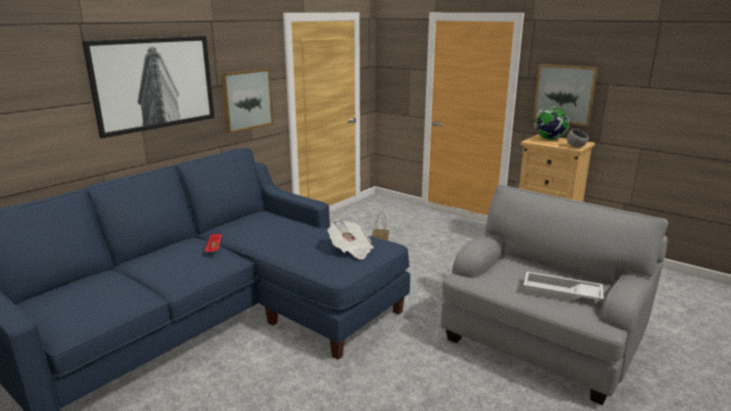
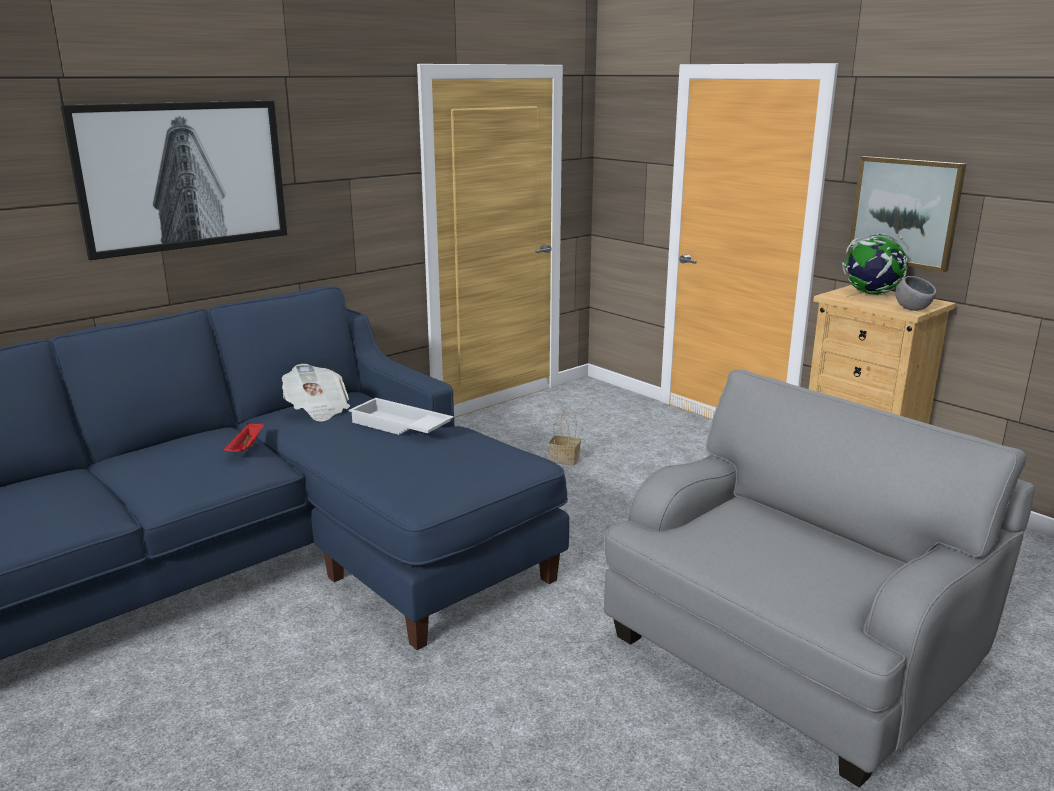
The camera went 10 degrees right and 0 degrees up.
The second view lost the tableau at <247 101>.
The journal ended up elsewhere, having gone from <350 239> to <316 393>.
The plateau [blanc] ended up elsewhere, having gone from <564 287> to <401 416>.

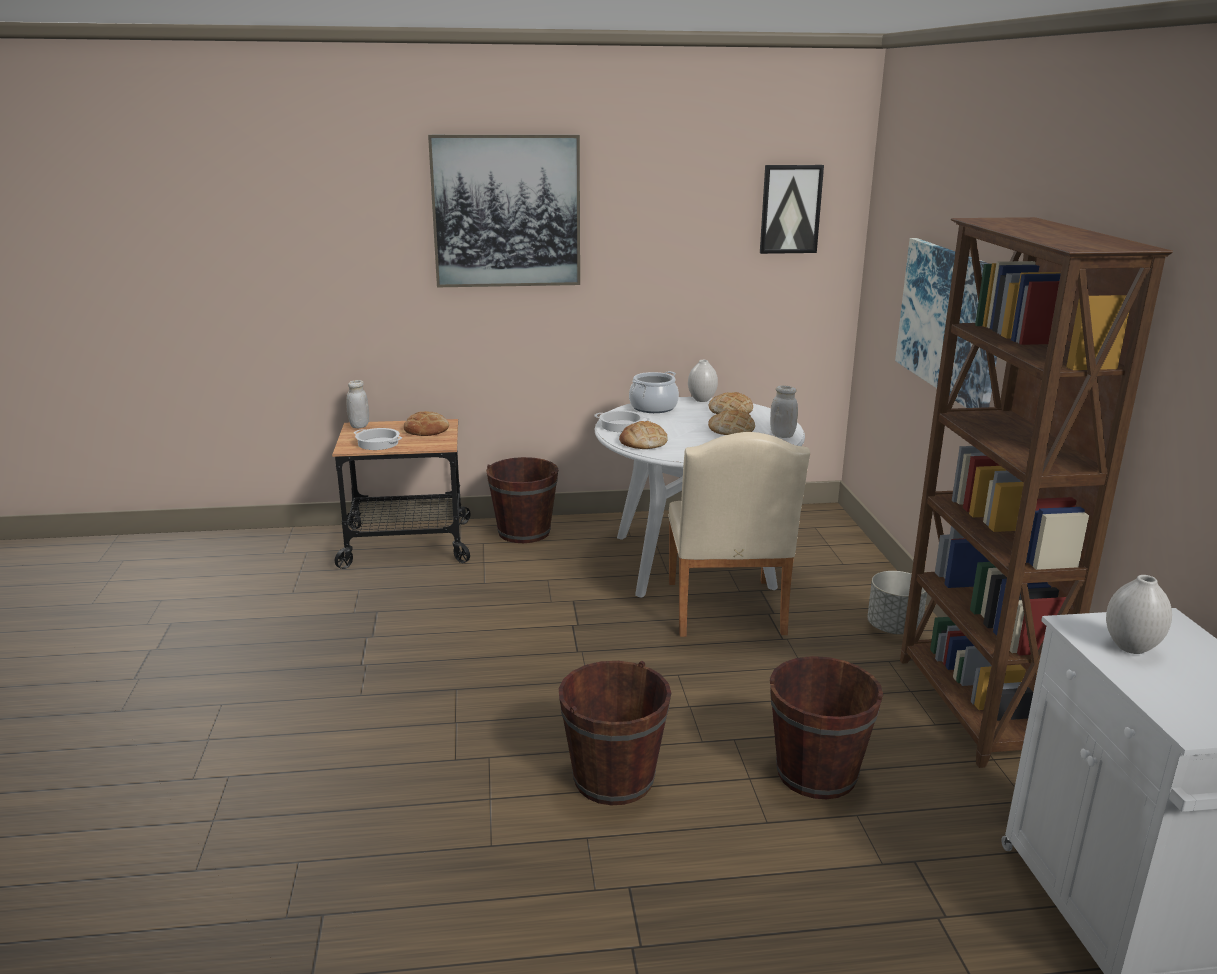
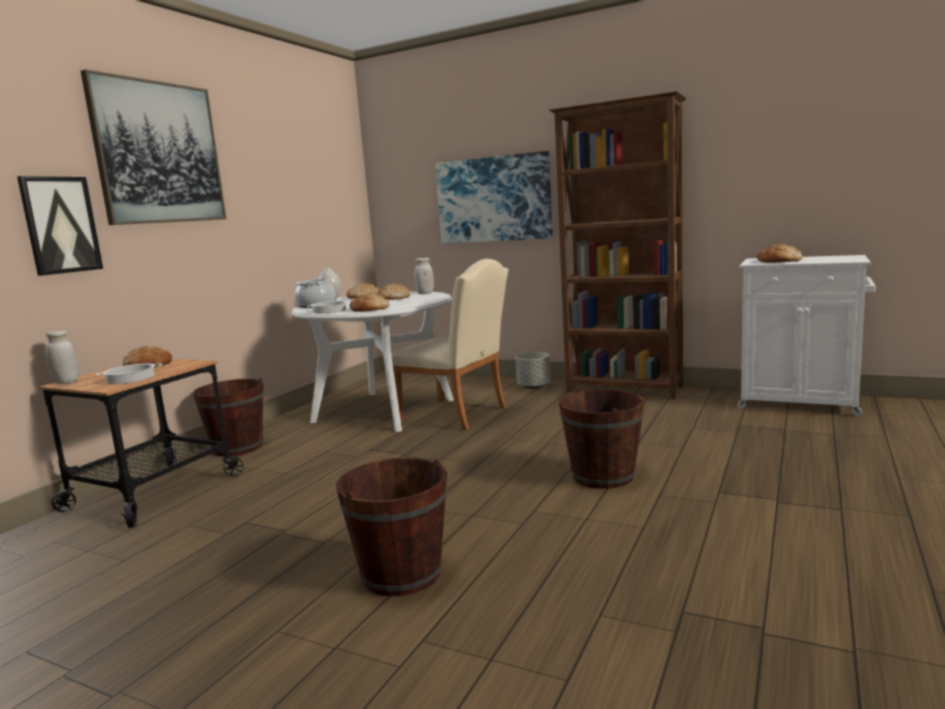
The camera went 55 degrees left and 10 degrees down.
The tableau ended up elsewhere, having gone from <792 209> to <60 226>.
The seau [marron] ended up elsewhere, having gone from <827 727> to <391 527>.
Where the vase [blanc] stood at <1139 614>, the pain came to stand at <780 253>.

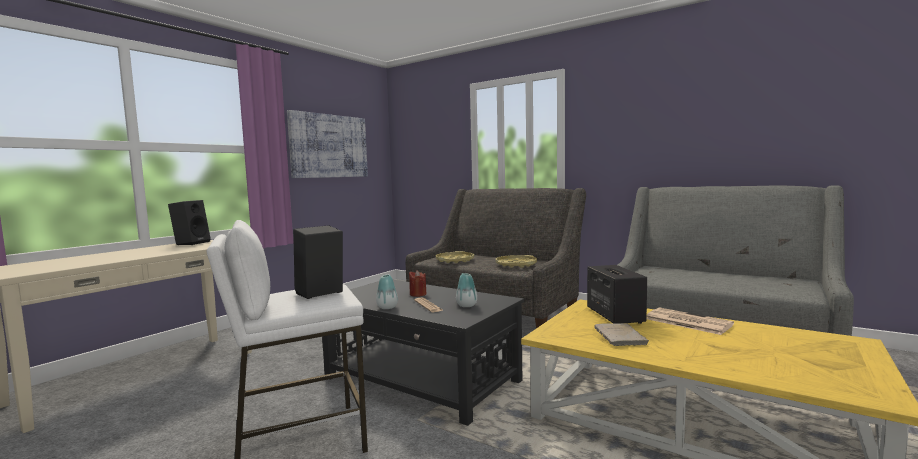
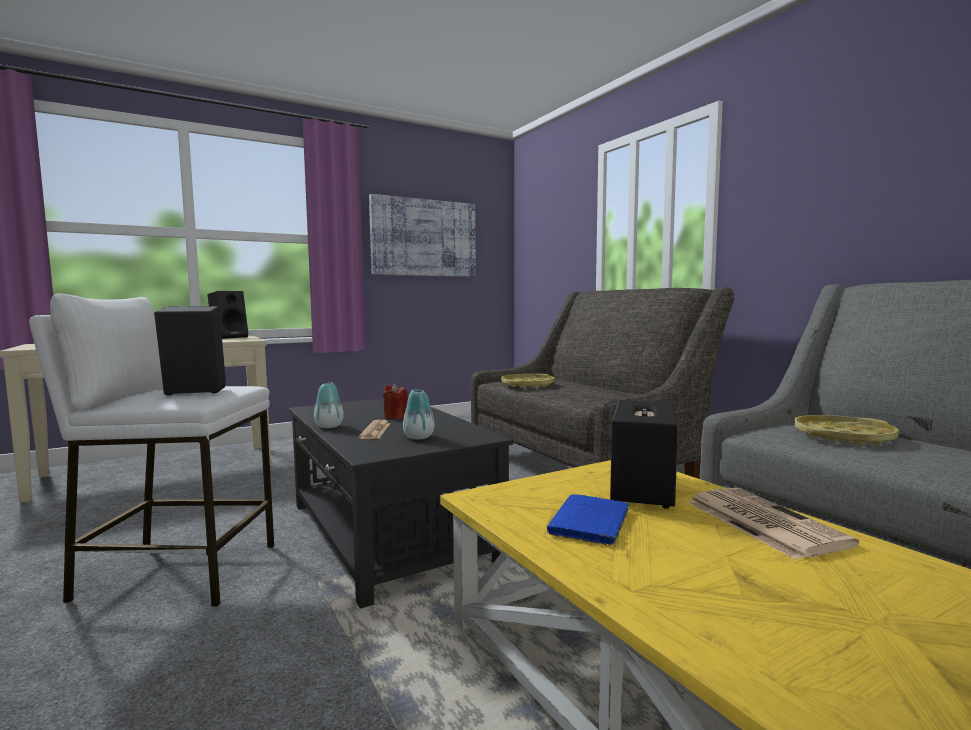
The camera went 25 degrees right and 0 degrees up.
The plateau [jaune] ended up elsewhere, having gone from <516 261> to <846 430>.
What was the livre [beige] at <621 334> turned into the livre [bleu] at <588 520>.

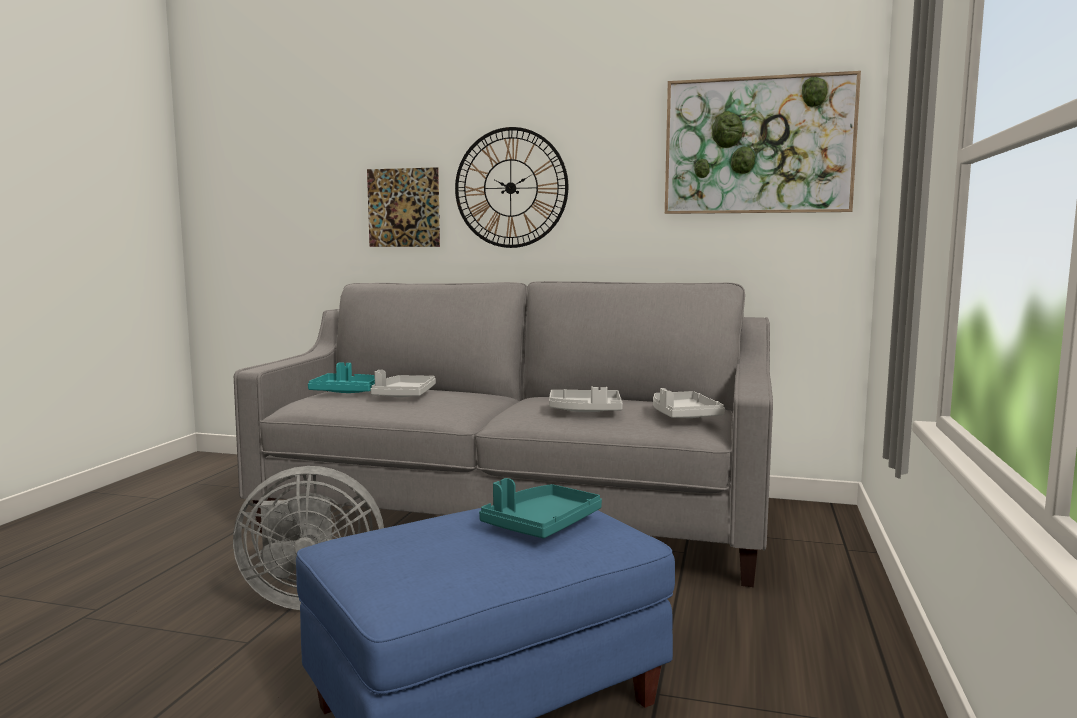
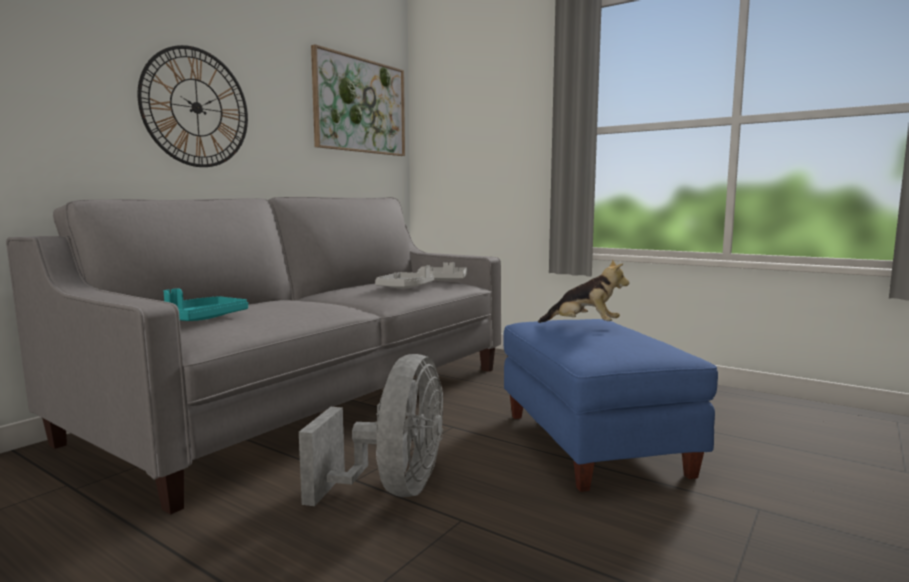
The camera went 70 degrees left and 0 degrees up.
The second view lost the tableau at <403 207>.
The second view lost the plateau [gris] at <403 383>.
Where the plateau [turquoise] stood at <540 508>, the peluche came to stand at <583 291>.

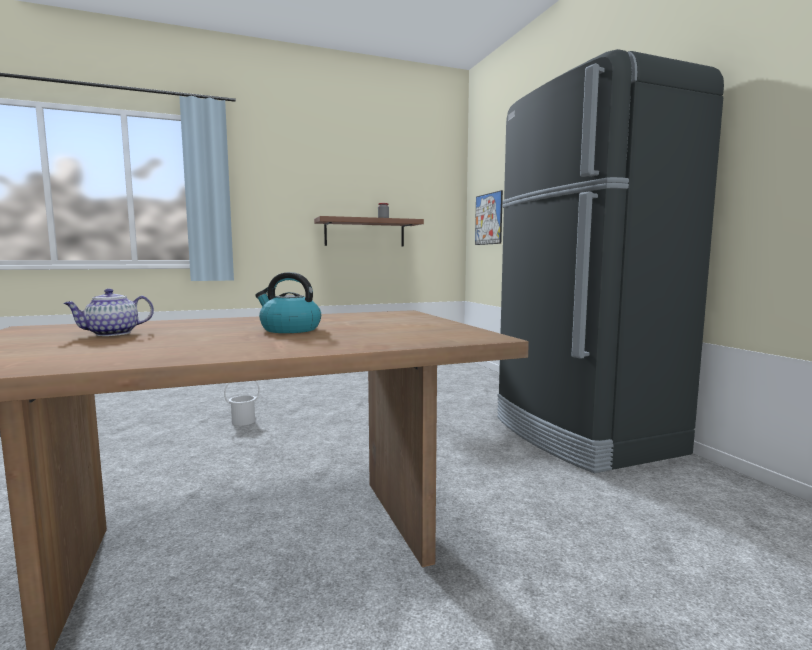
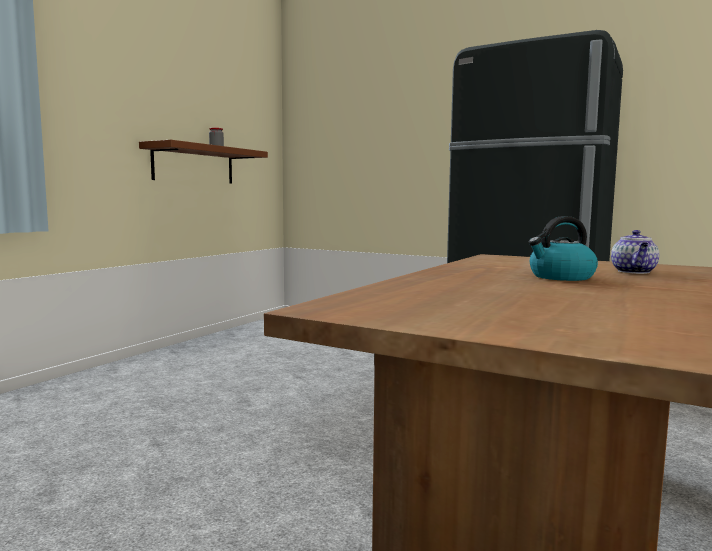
The camera went 40 degrees left and 0 degrees up.
The second view lost the seau [blanc] at <242 403>.
The second view lost the tableau at <489 217>.
The théière ended up elsewhere, having gone from <108 312> to <635 252>.

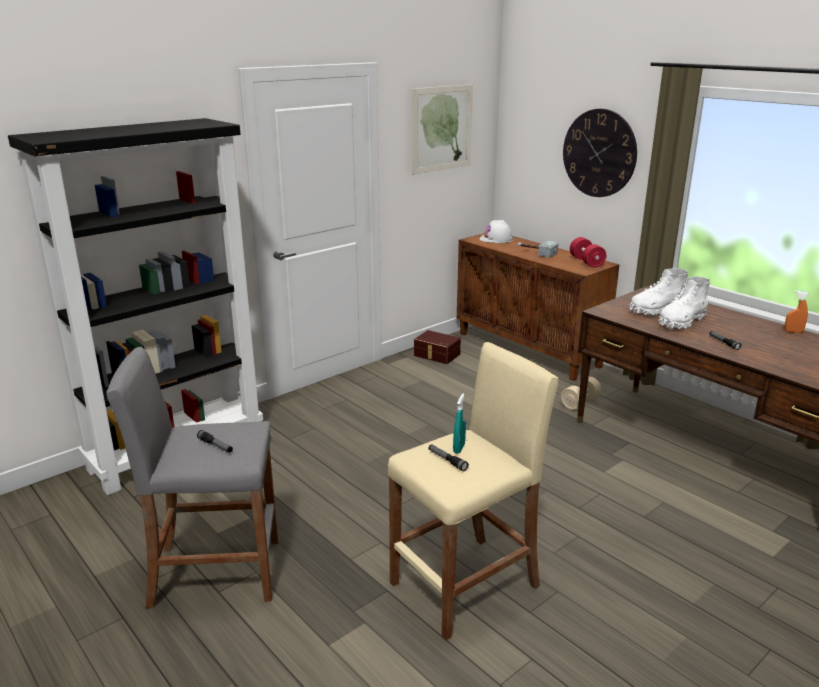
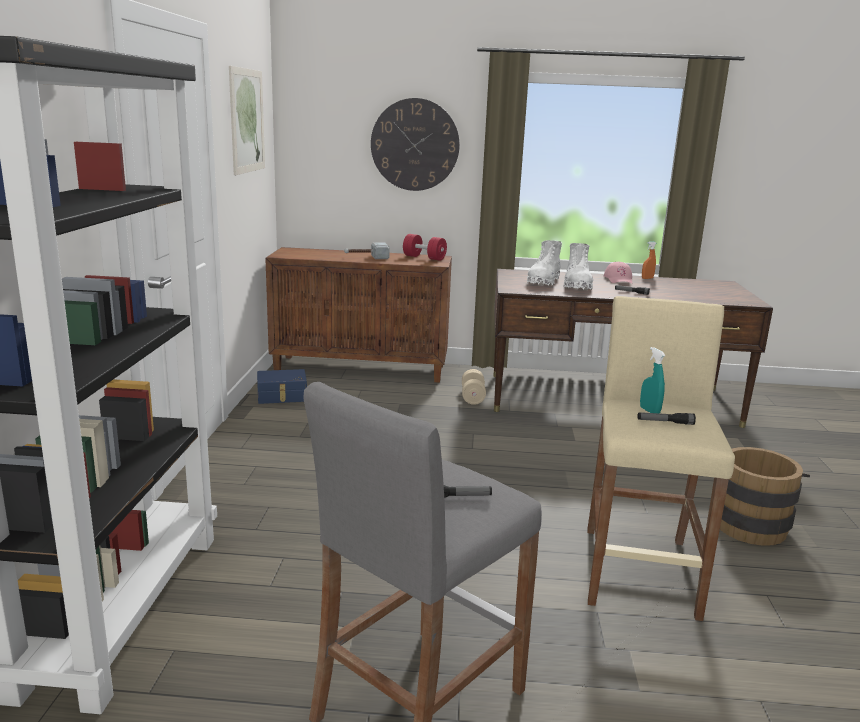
The camera went 45 degrees left and 5 degrees down.
The second view lost the casque de chantier [blanc] at <497 231>.
The second view gained the casquette [rose] at <618 273>.
The second view gained the seau [marron] at <765 496>.
What was the boîte de rangement [marron] at <437 347> turned into the boîte de rangement [bleu] at <282 386>.

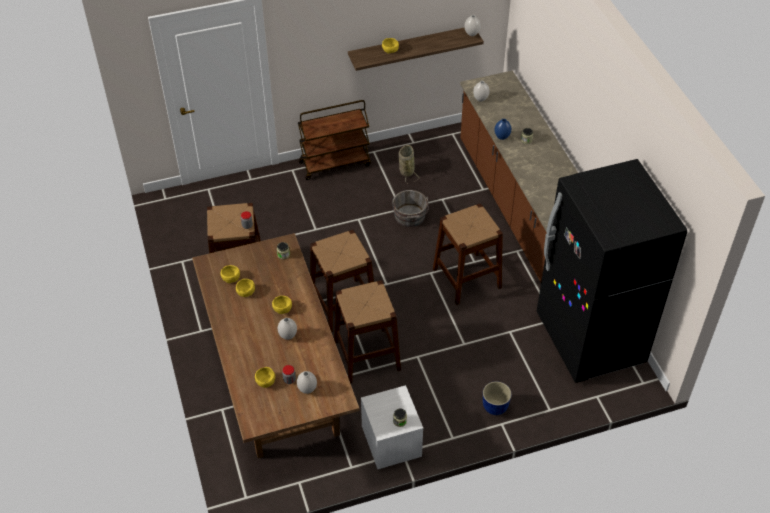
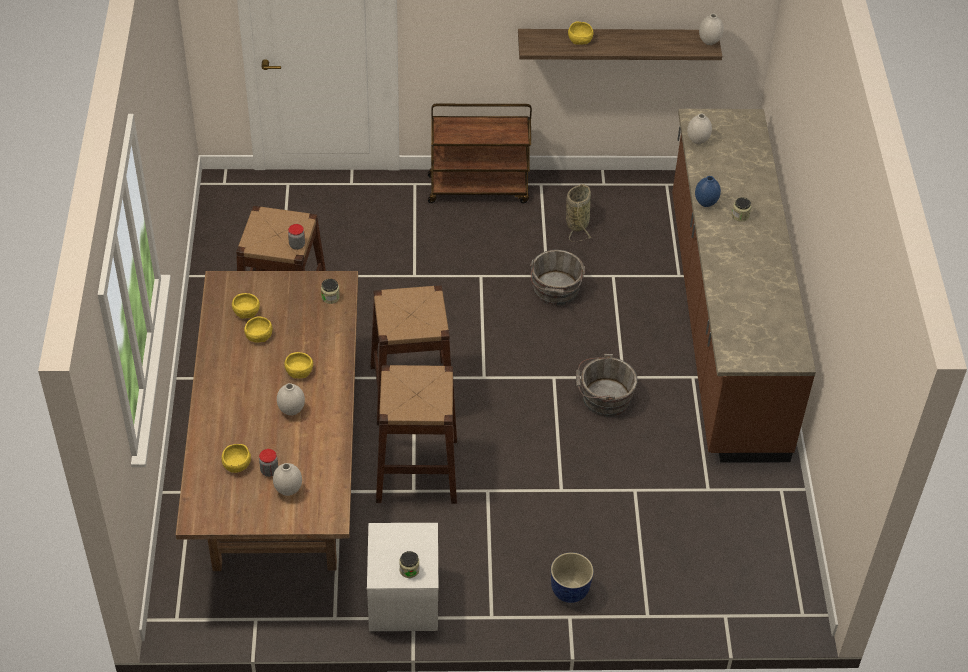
The camera went 15 degrees right and 0 degrees up.
The second view lost the réfrigérateur [noir] at <612 271>.
Where the tabouret [marron] stood at <468 254>, the seau [gris] came to stand at <607 385>.

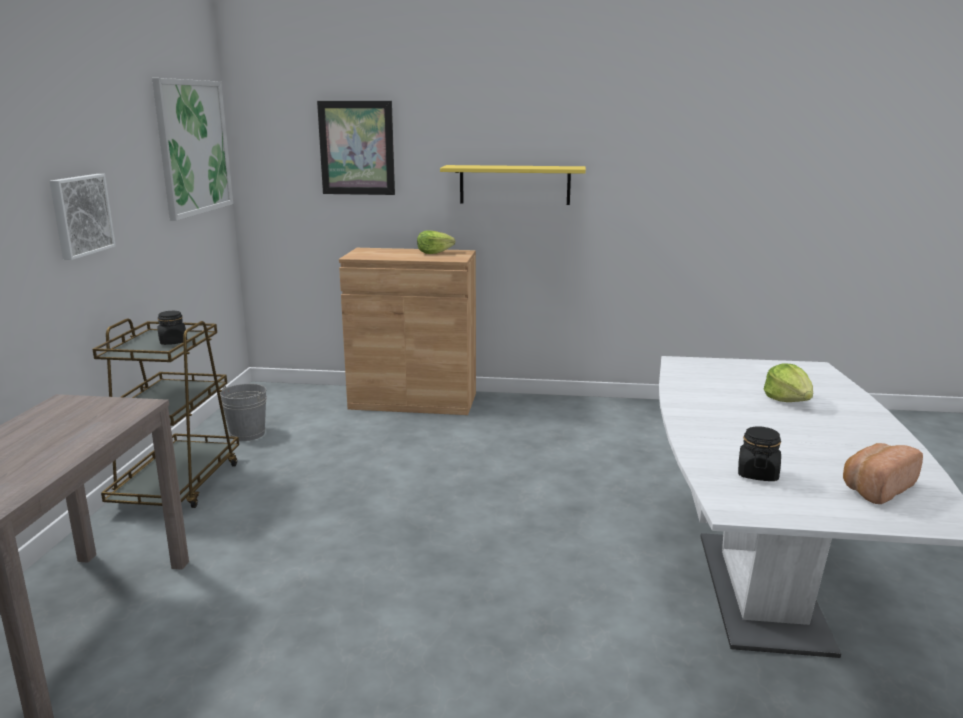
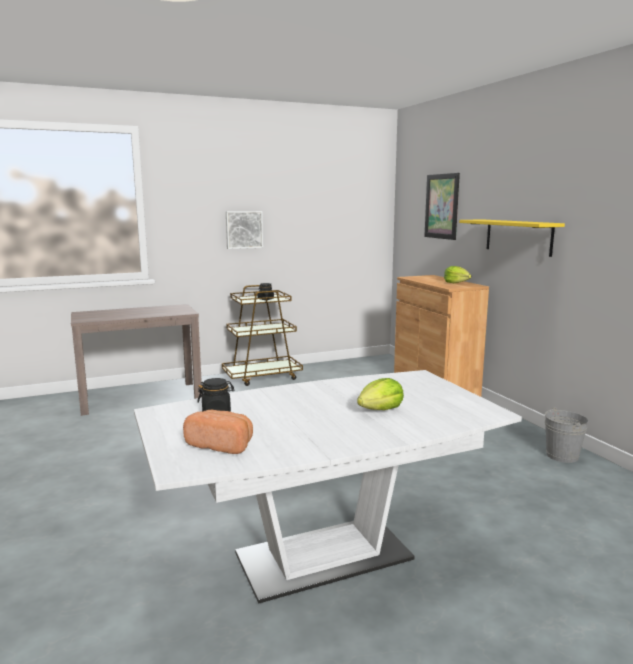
The camera went 60 degrees right and 5 degrees down.
The second view lost the tableau at <192 149>.
The seau [gris] ended up elsewhere, having gone from <243 412> to <567 435>.

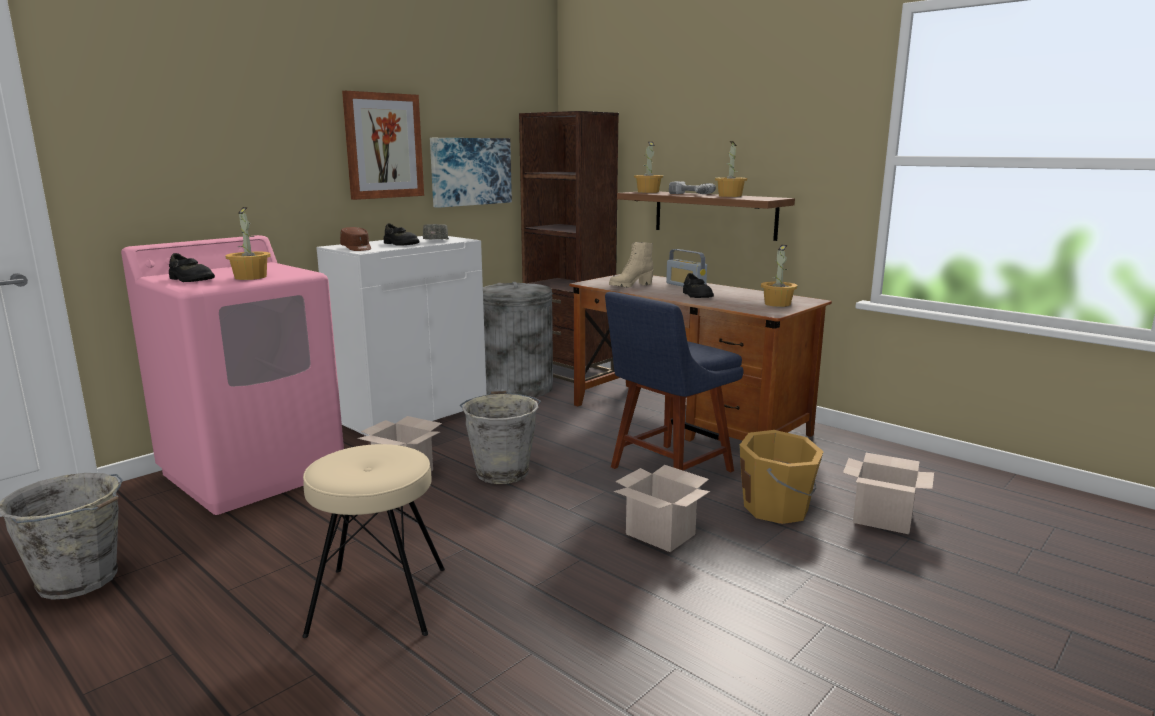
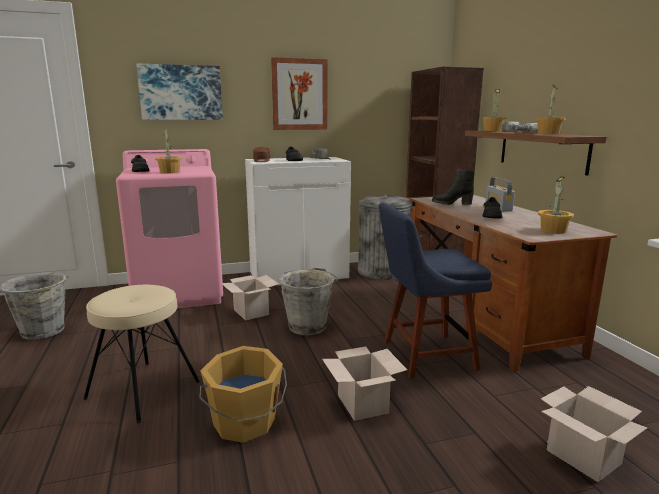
The camera went 30 degrees right and 0 degrees up.
The tableau ended up elsewhere, having gone from <471 173> to <179 91>.
The seau [orange] ended up elsewhere, having gone from <781 477> to <243 394>.
What was the botte [beige] at <631 265> turned into the botte [noir] at <453 187>.

